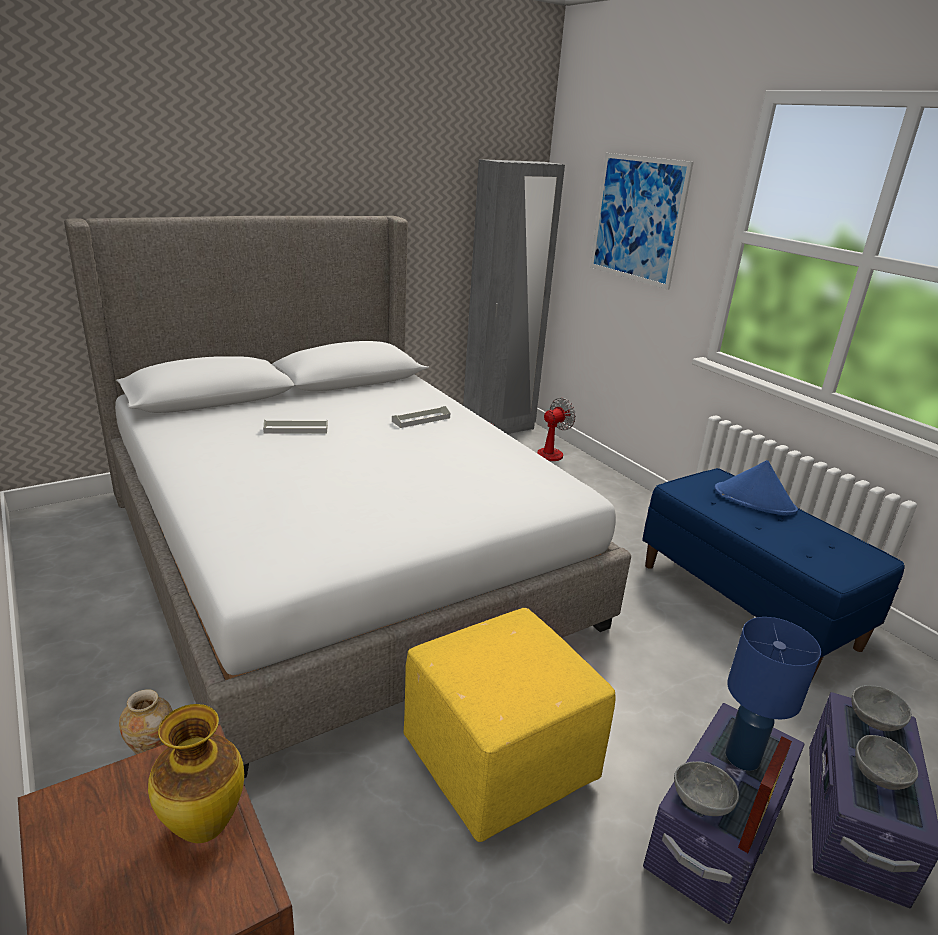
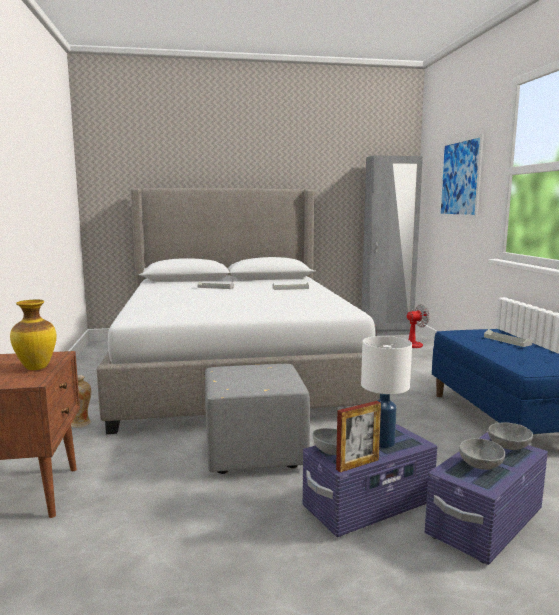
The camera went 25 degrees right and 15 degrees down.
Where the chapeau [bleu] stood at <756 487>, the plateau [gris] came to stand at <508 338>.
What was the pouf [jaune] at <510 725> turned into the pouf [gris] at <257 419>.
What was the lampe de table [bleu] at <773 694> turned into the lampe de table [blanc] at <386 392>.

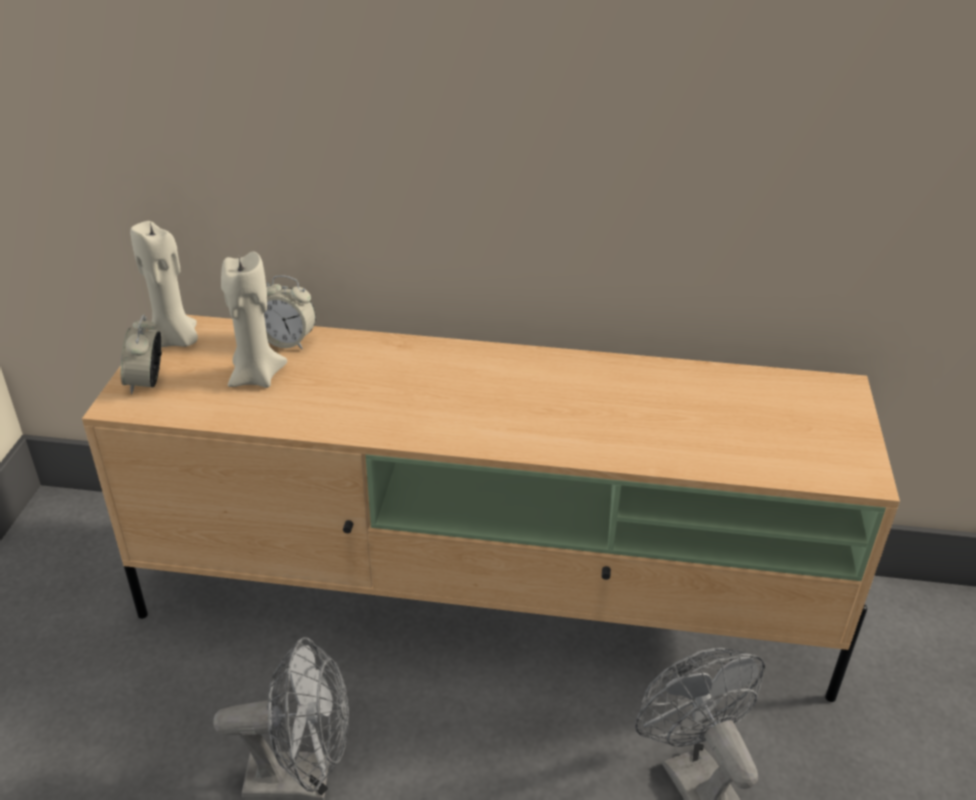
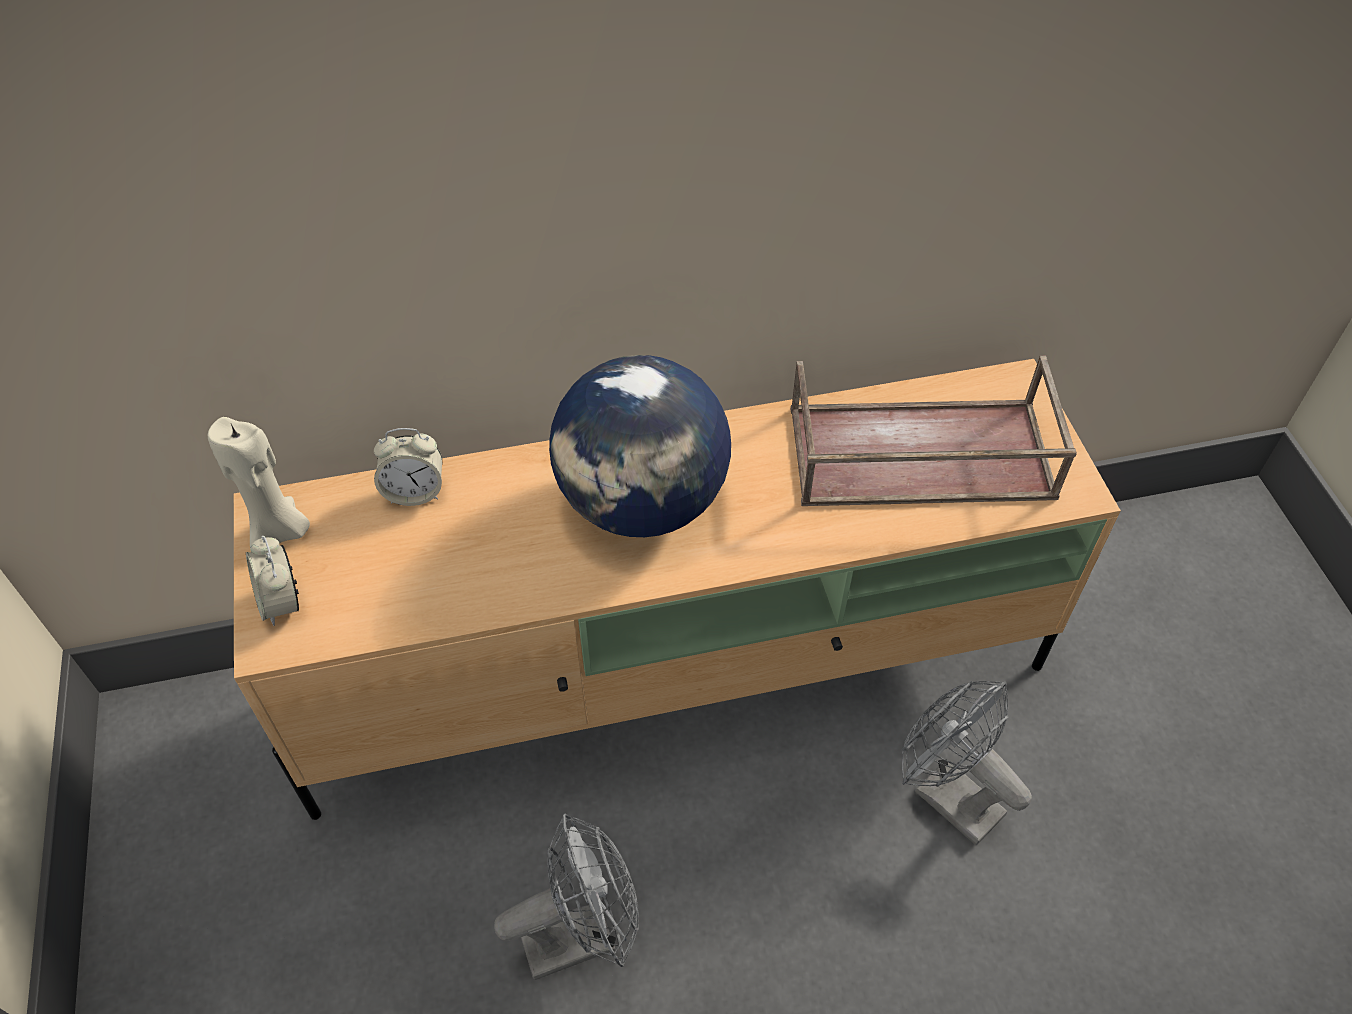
The camera went 20 degrees left and 15 degrees up.
The second view lost the bougie [beige] at <254 319>.
The second view gained the globe at <640 446>.
The second view gained the plateau [marron] at <934 431>.

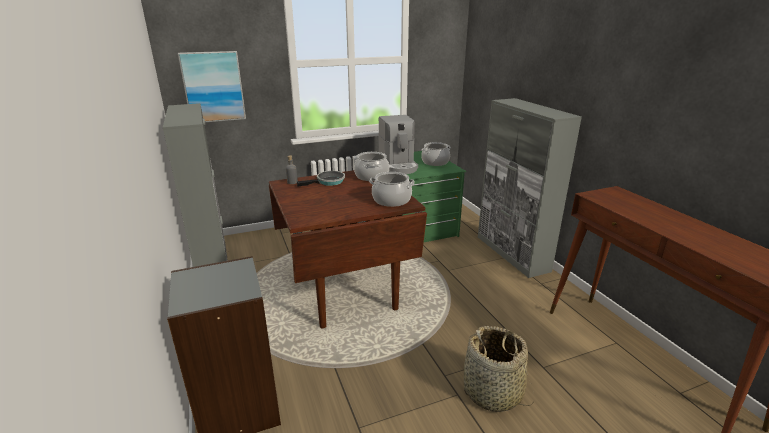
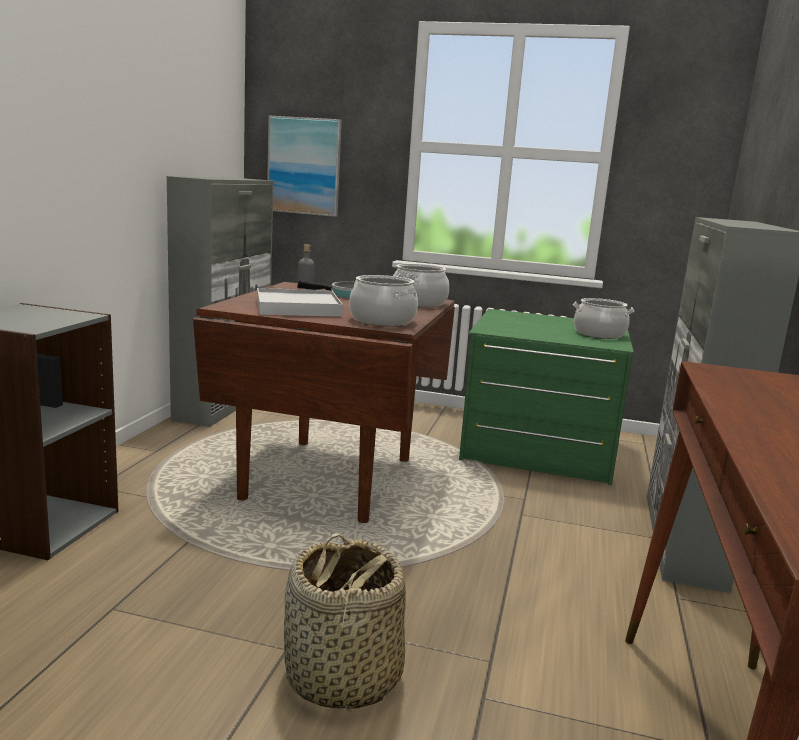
The camera went 35 degrees right and 10 degrees down.
The second view lost the machine à café at <398 144>.
The second view gained the plateau [blanc] at <300 302>.

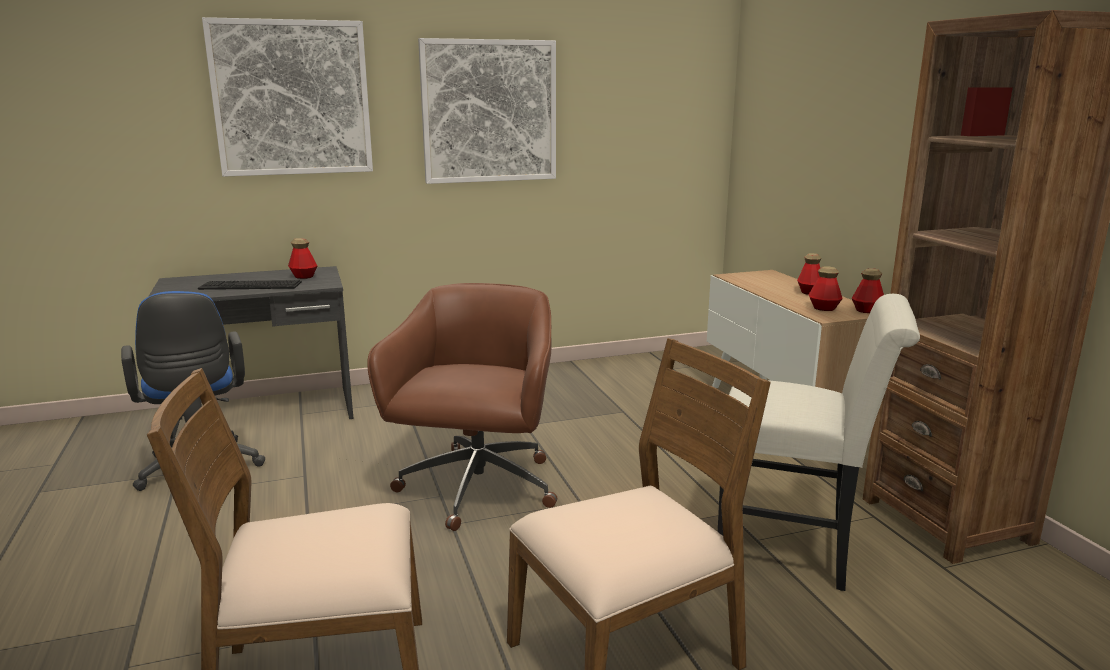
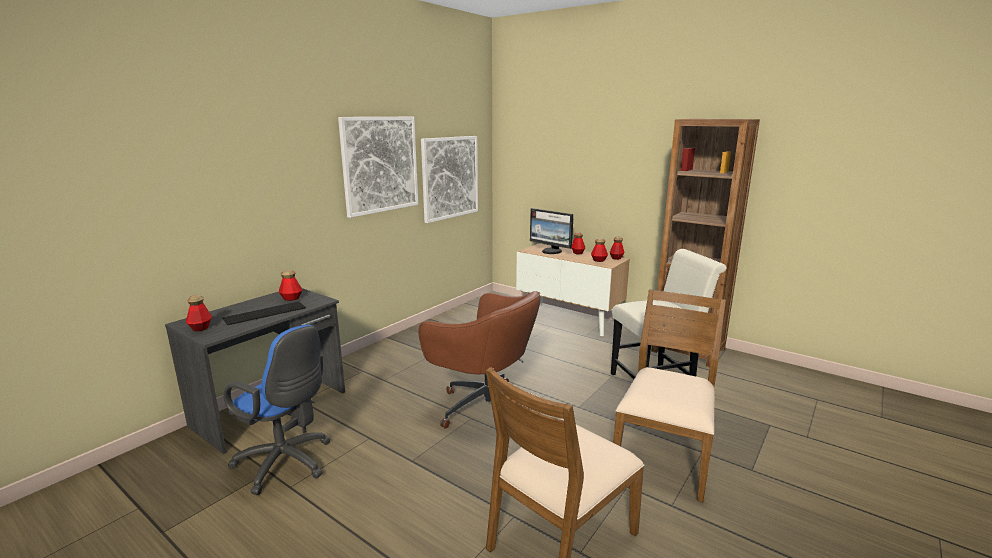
The camera went 35 degrees left and 0 degrees up.
The second view gained the bouteille at <199 313>.
The second view gained the écran d'ordinateur at <551 231>.
The tableau ended up elsewhere, having gone from <287 97> to <449 179>.
The chaise de bureau [marron] at <462 407> ended up facing another way, 150 degrees clockwise from before.

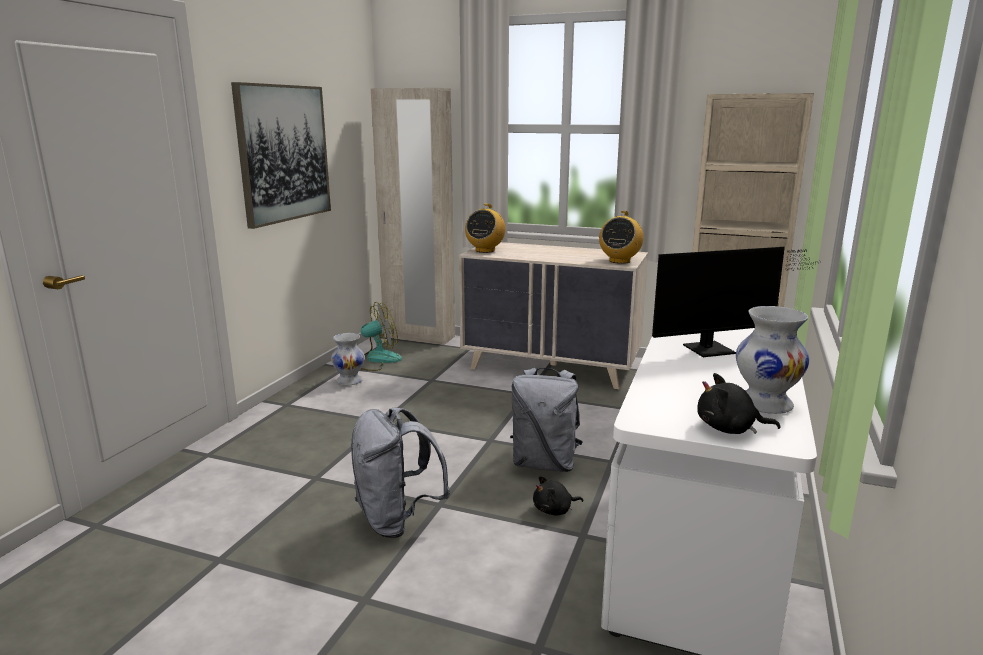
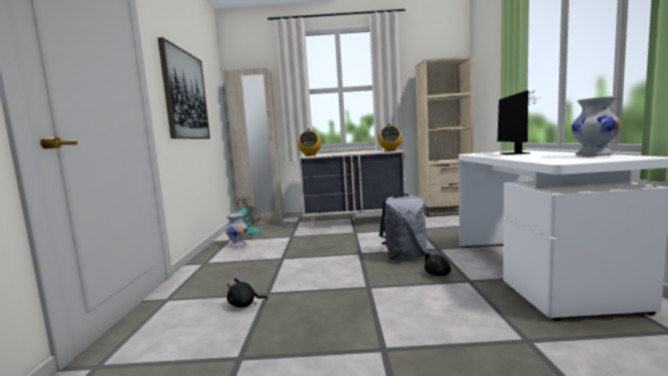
The camera went 20 degrees left and 10 degrees down.
The second view lost the sac à dos [gris] at <400 473>.
The peluche [noir] ended up elsewhere, having gone from <739 403> to <247 293>.
The écran d'ordinateur at <736 302> ended up facing another way, 135 degrees clockwise from before.

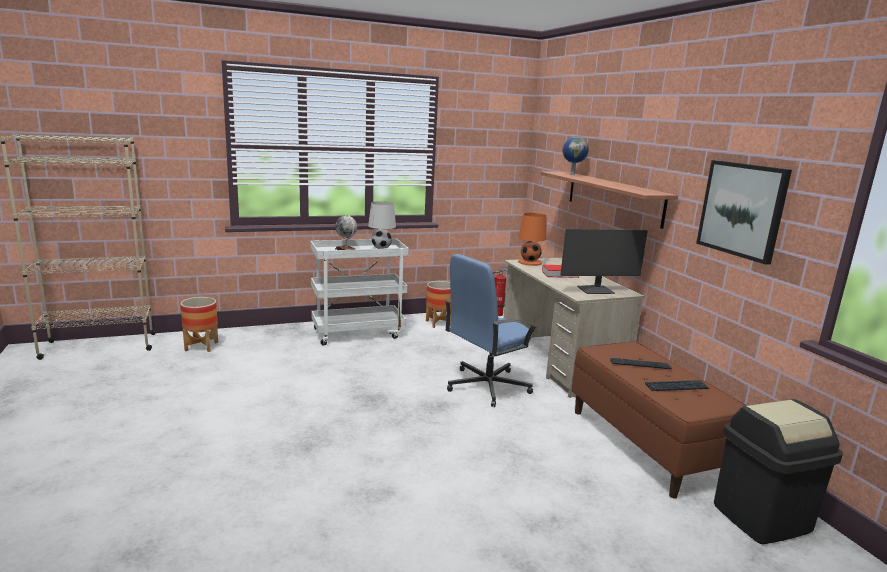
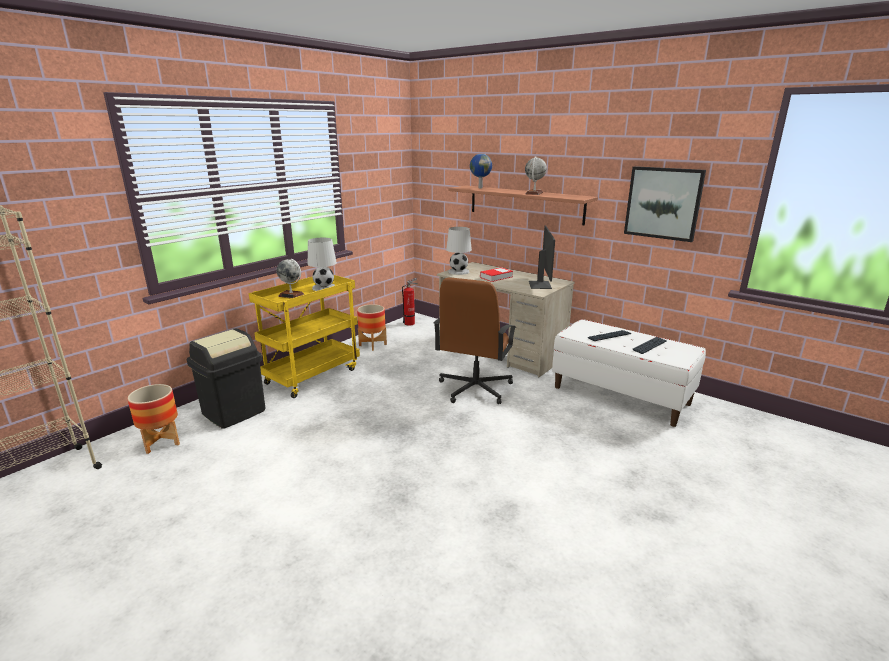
The camera went 30 degrees left and 5 degrees up.
The second view gained the globe at <536 175>.
The poubelle [noir] ended up elsewhere, having gone from <778 471> to <226 378>.
What was the chariot [blanc] at <359 292> turned into the chariot [jaune] at <304 336>.
What was the chaise de bureau [bleu] at <491 330> turned into the chaise de bureau [marron] at <475 341>.
What was the lampe de table [orange] at <532 239> turned into the lampe de table [blanc] at <459 251>.
What was the banc [marron] at <659 420> turned into the banc [blanc] at <629 373>.
The écran d'ordinateur at <604 261> ended up facing another way, 45 degrees counterclockwise from before.

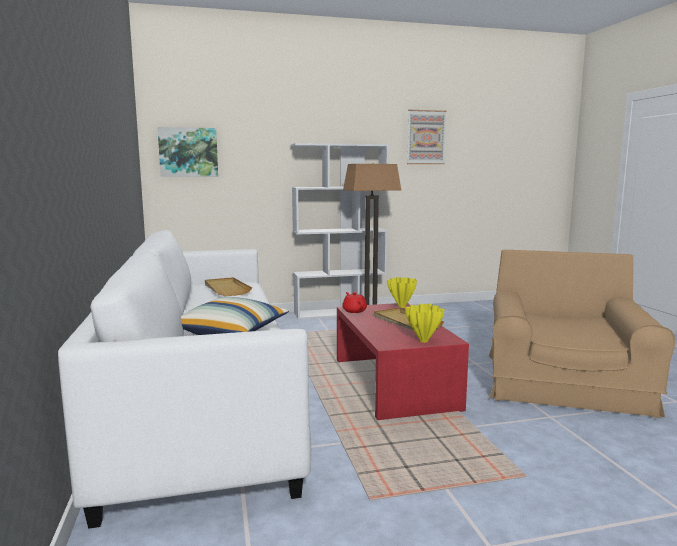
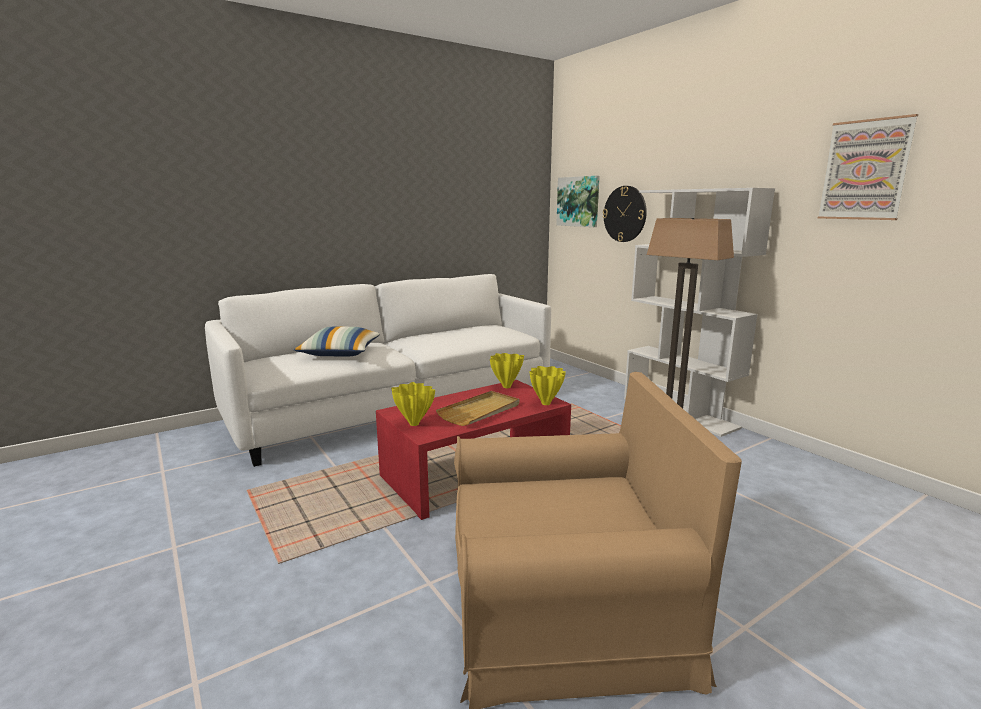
The camera went 70 degrees right and 5 degrees up.
The second view lost the plateau [beige] at <228 286>.
The second view gained the horloge murale at <625 214>.
Where the théière [rouge] stood at <354 302>, the vase [jaune] came to stand at <507 370>.

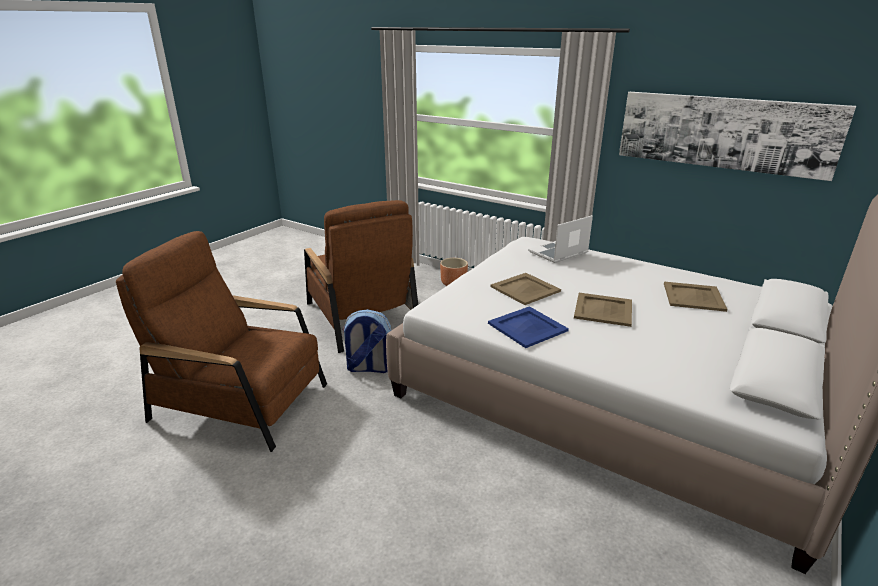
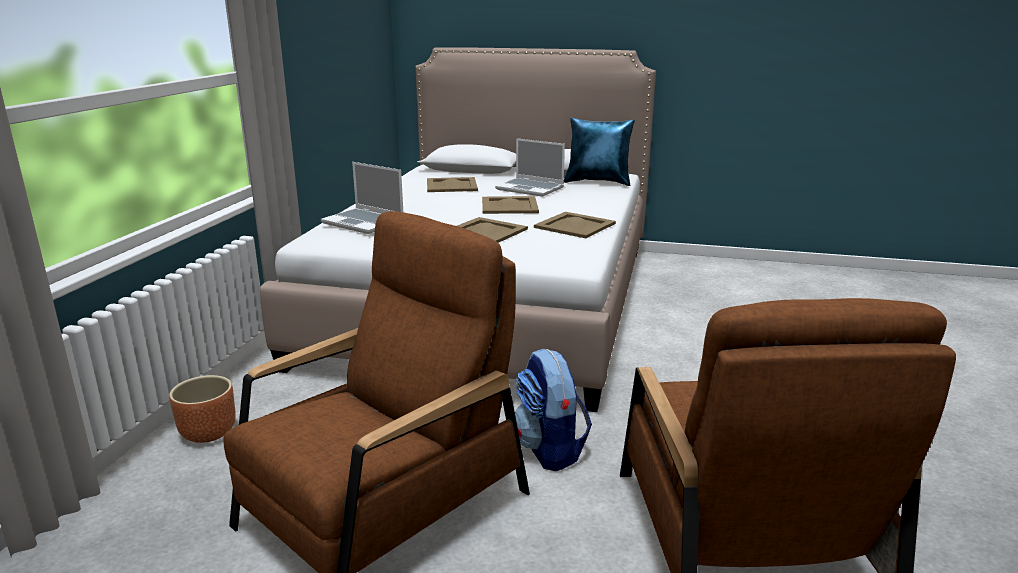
The camera went 110 degrees left and 5 degrees down.
The second view lost the tableau at <737 136>.
The second view gained the ordinateur portable at <530 167>.
The second view gained the coussin [bleu] at <599 152>.
What was the plateau [bleu] at <528 327> turned into the plateau [beige] at <575 225>.

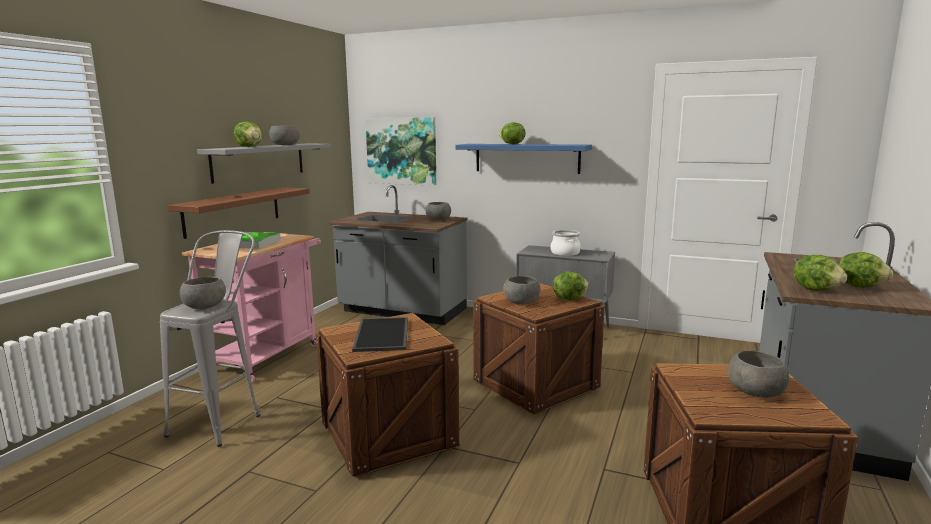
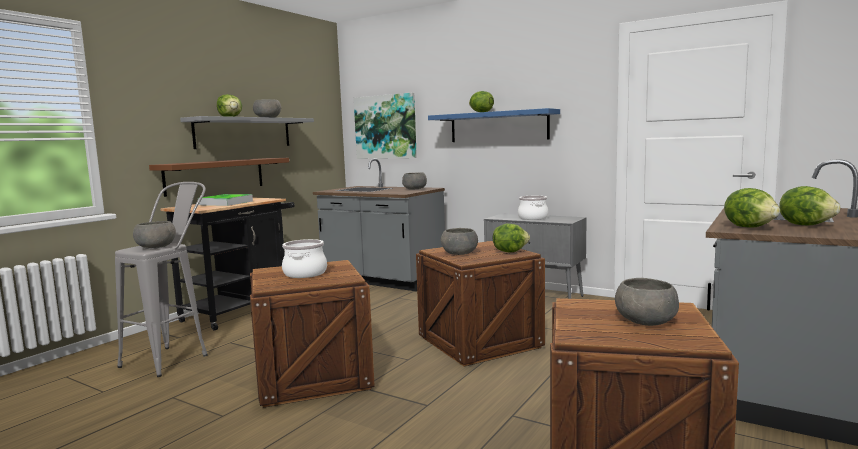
The camera went 10 degrees right and 5 degrees down.
Where the plateau stood at <380 334>, the marmite came to stand at <304 258>.
What was the chariot [rose] at <251 307> turned into the chariot [noir] at <227 264>.

